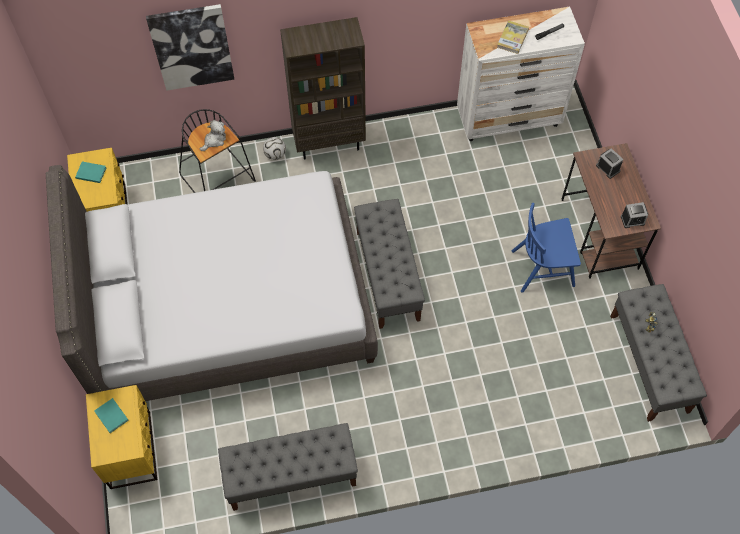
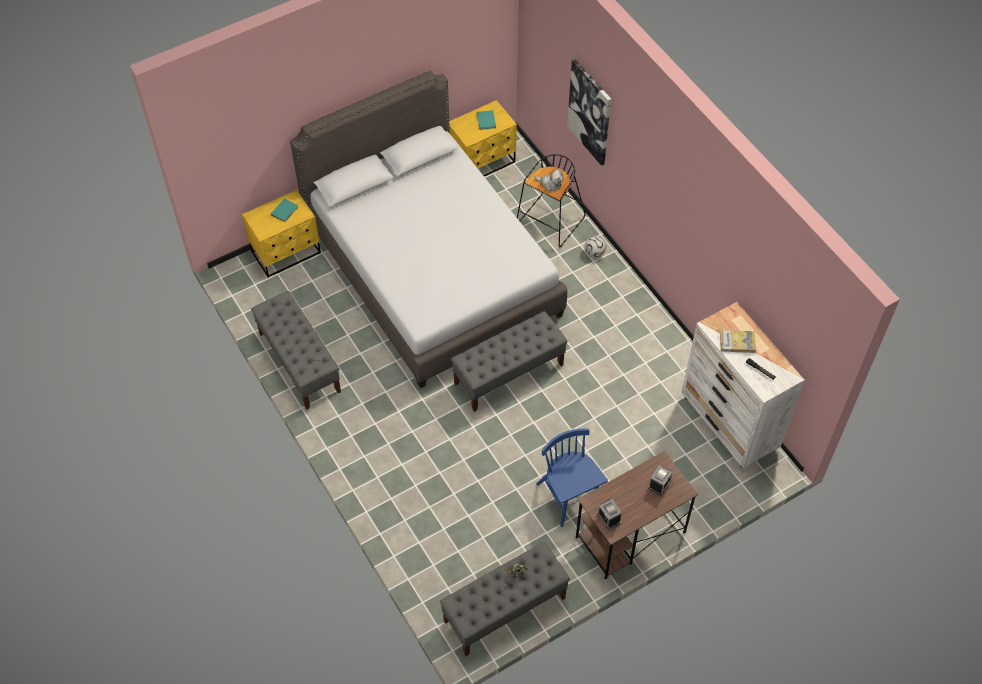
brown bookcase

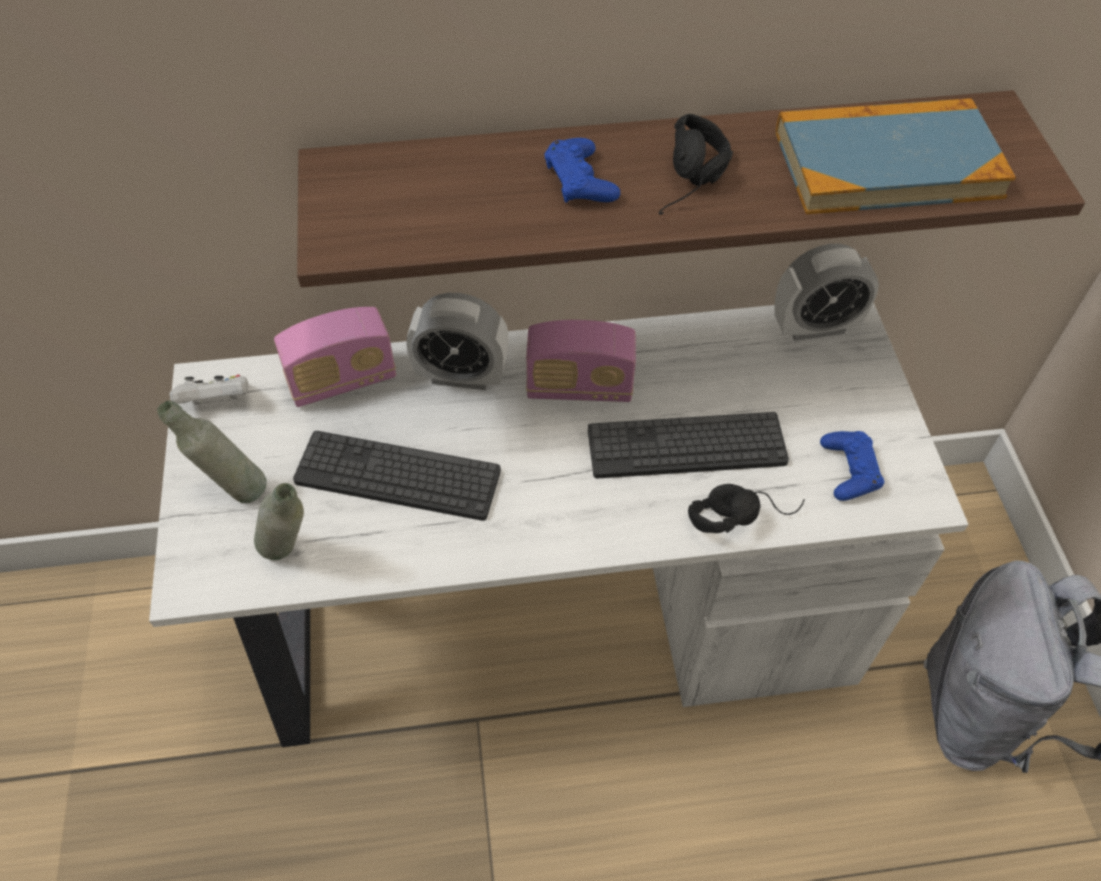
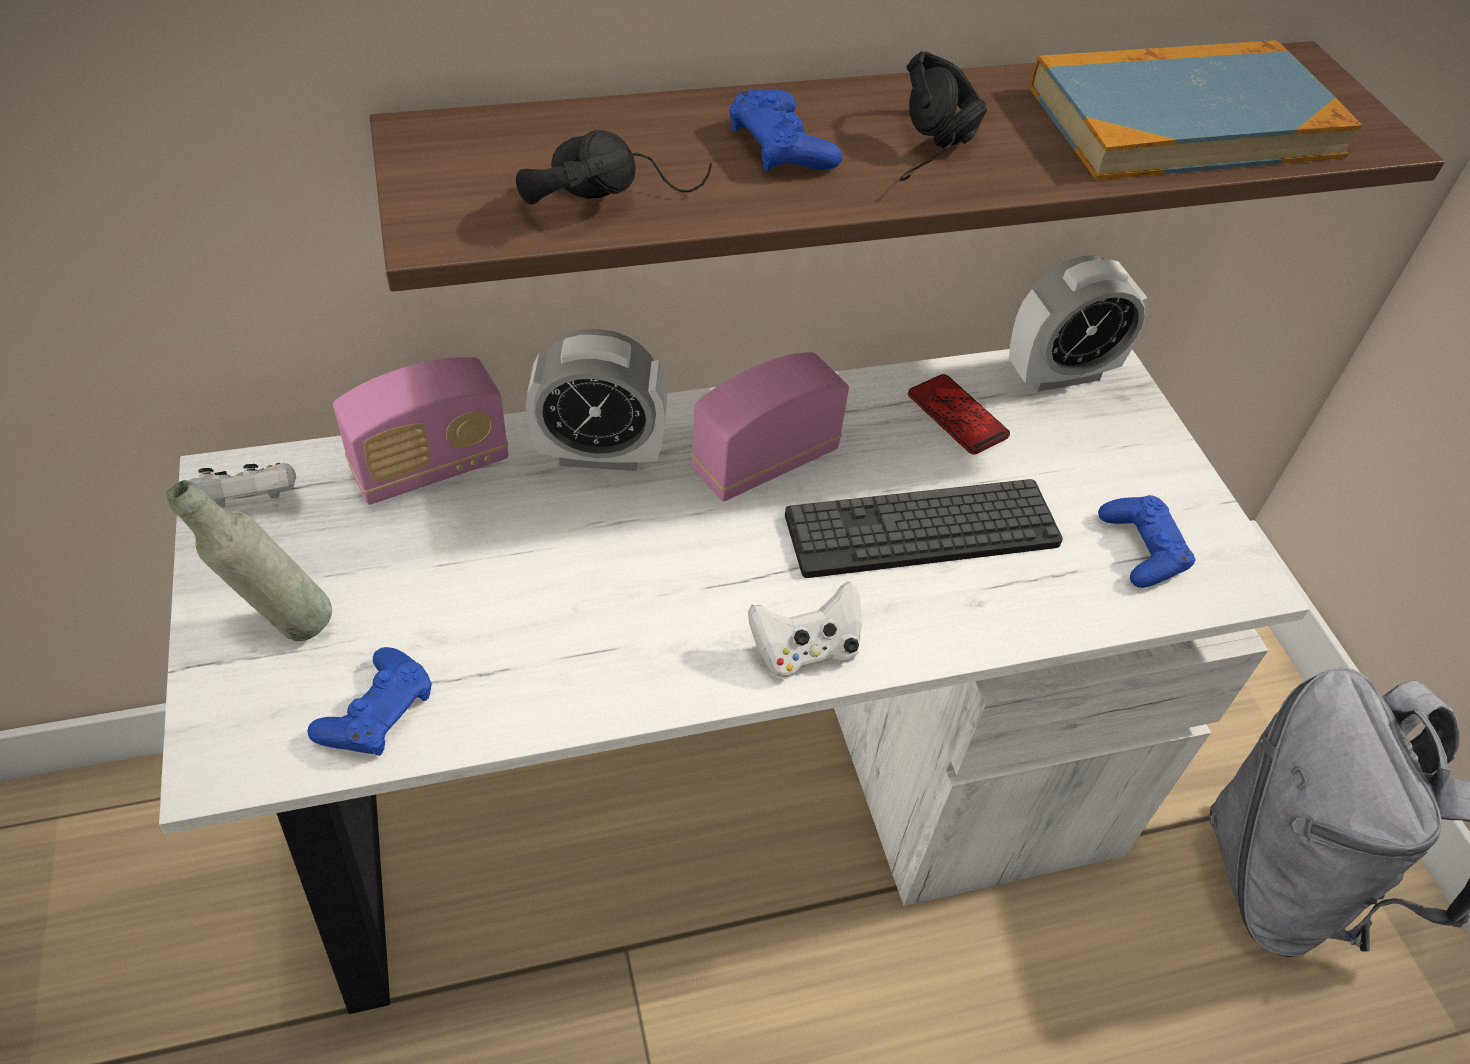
blue game controller (1st from left)
black headphones (1st from left)
radio (2nd from left)
white game controller (2nd from left)
phone
keyboard (1st from left in the first image)

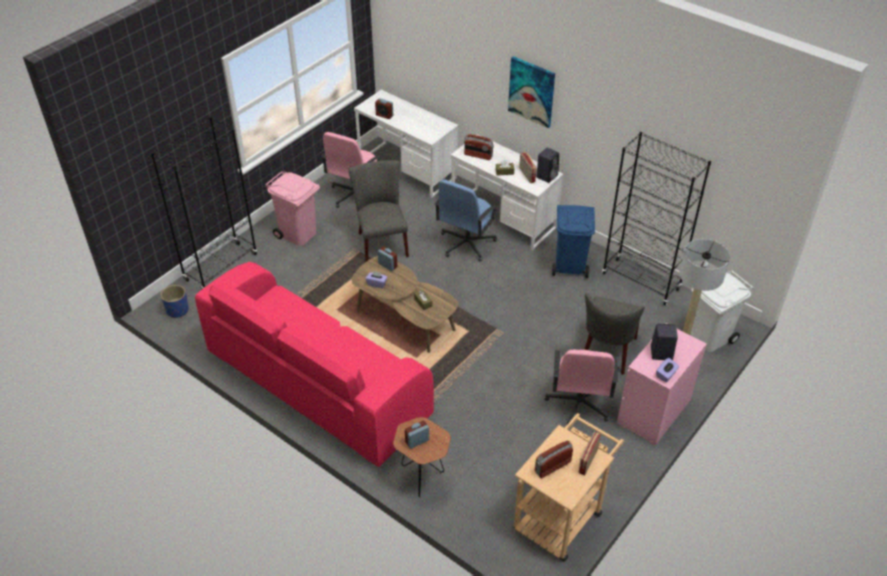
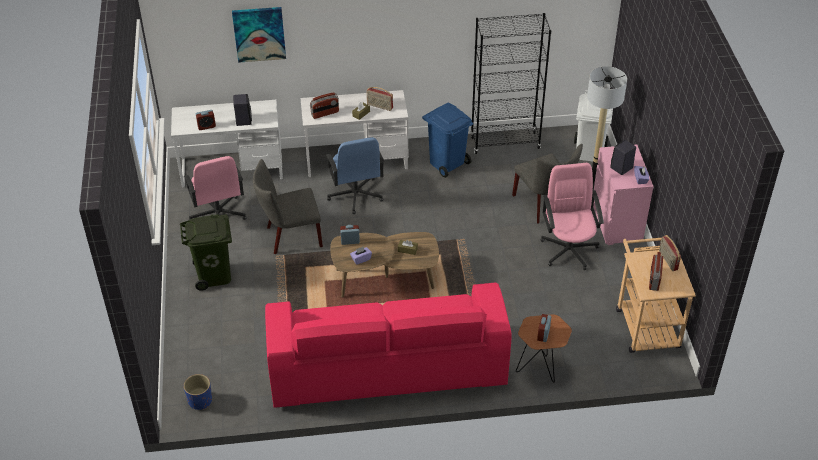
green trash can
picture
black speaker (1st from left)
grey chair (1st from left)
pink office chair (2nd from left)
black bookcase (1st from left in the first image)

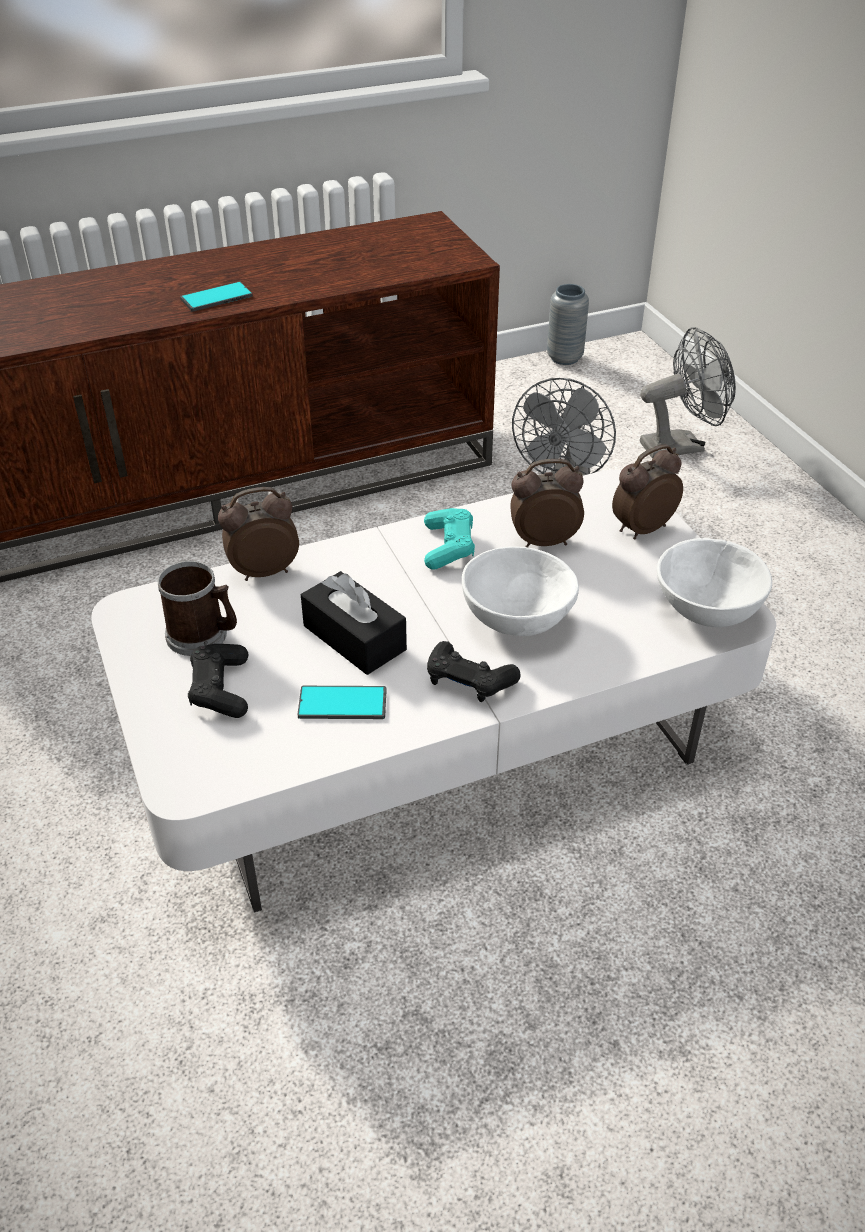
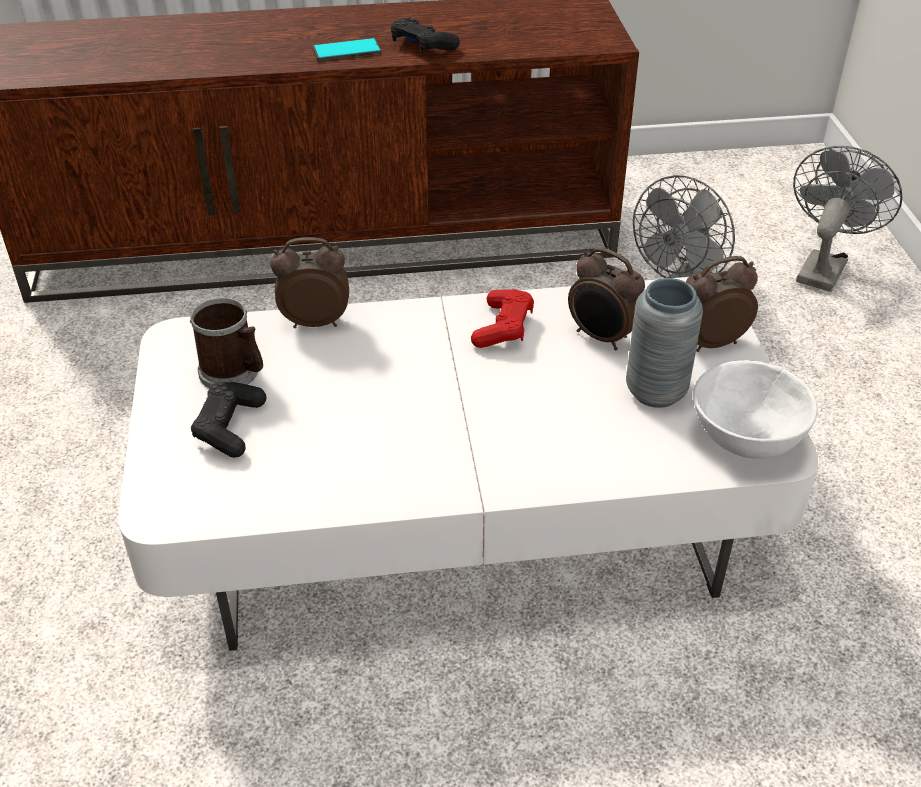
black game controller (2nd from left)
red game controller
alarm clock (2nd from left)
grey vase
grey fan (2nd from left)
phone (2nd from left in the first image)
black tissue box
white bowl (1st from left in the first image)

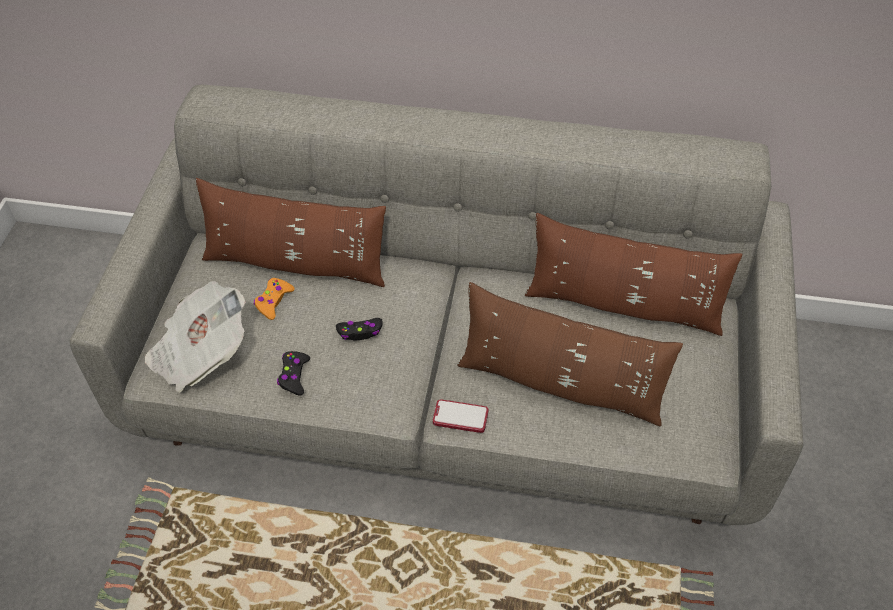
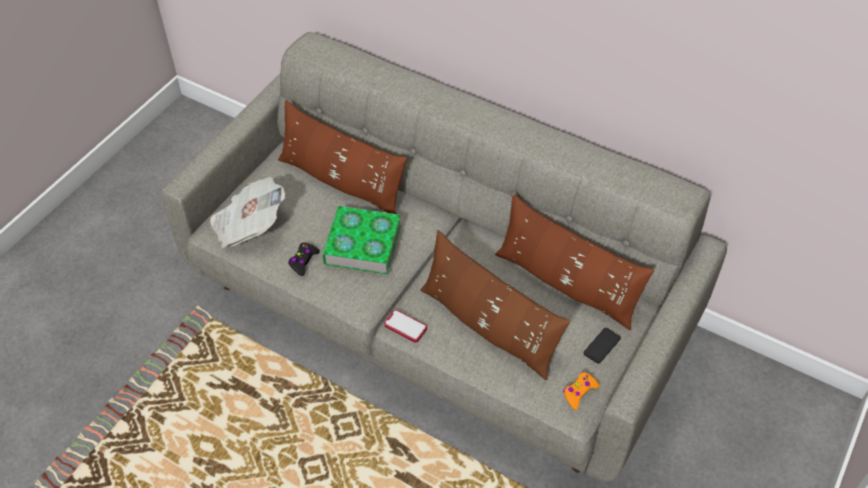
book
orange game controller
phone (2nd from left)

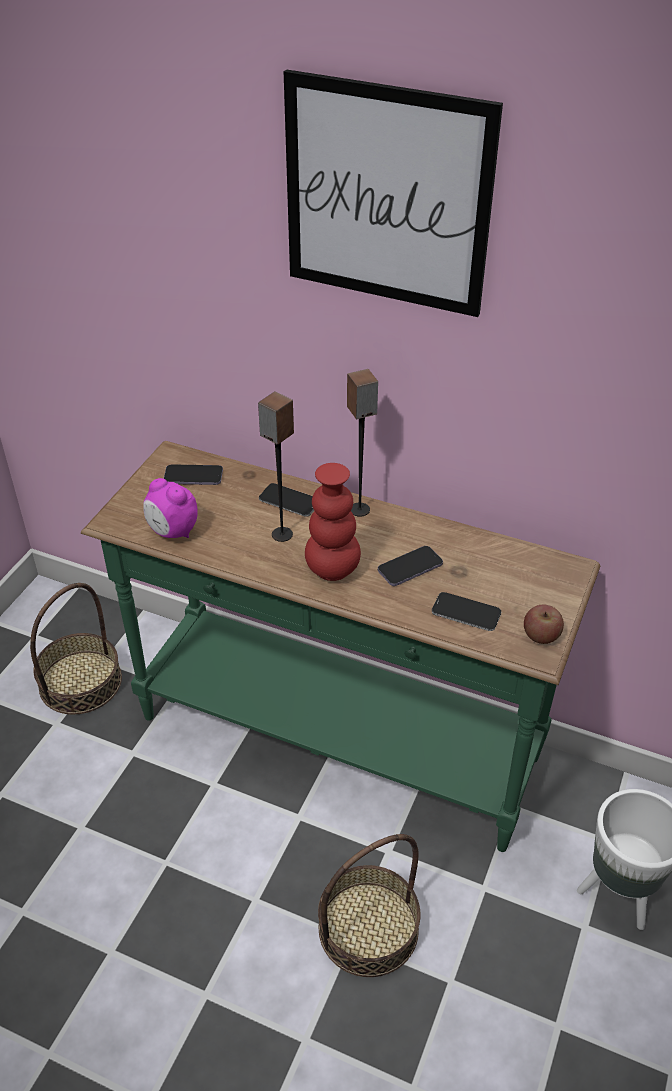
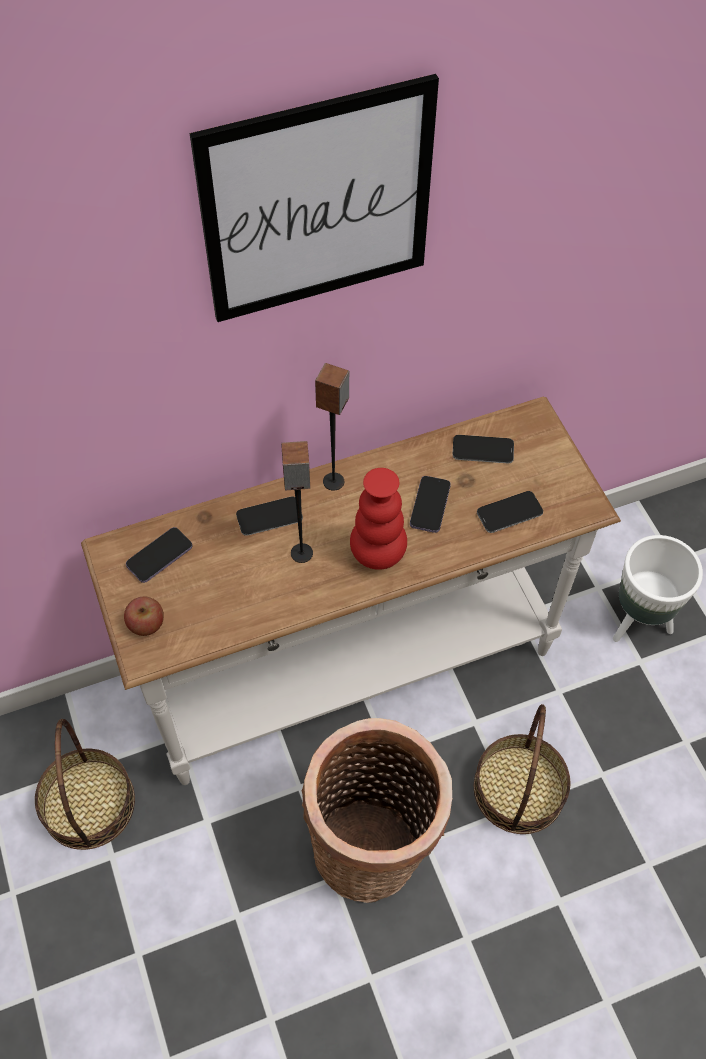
white console table
apple
basket (2nd from left)
phone (4th from left)
alarm clock

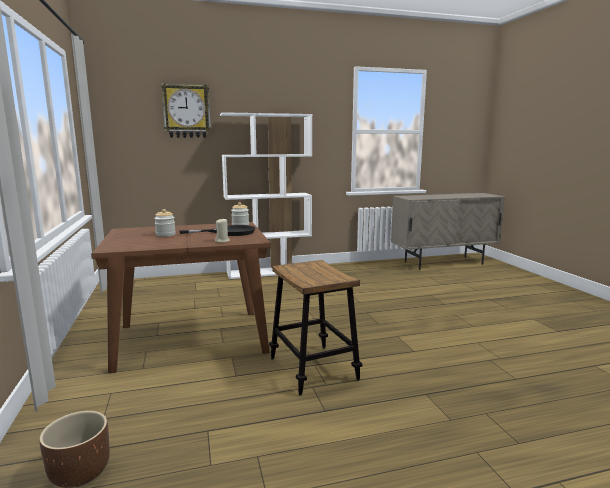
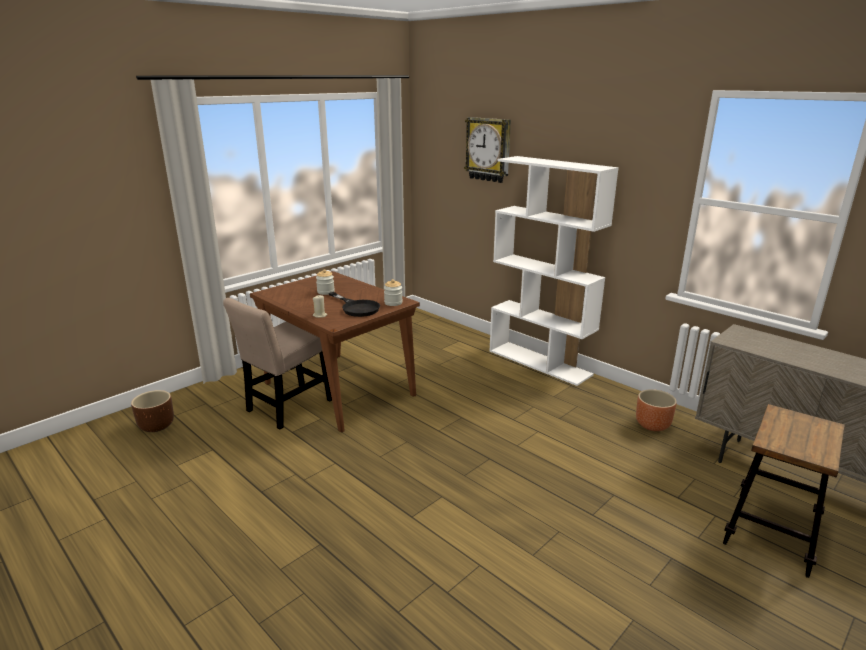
beige chair
brown planter (2nd from left)
stool

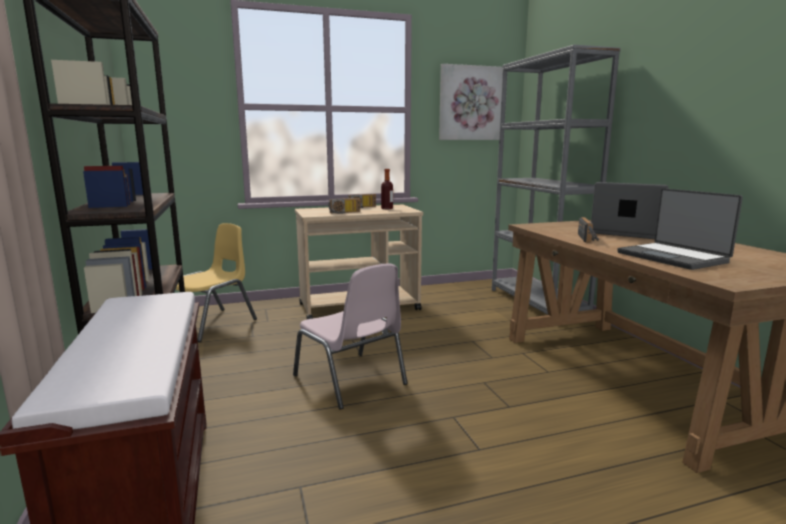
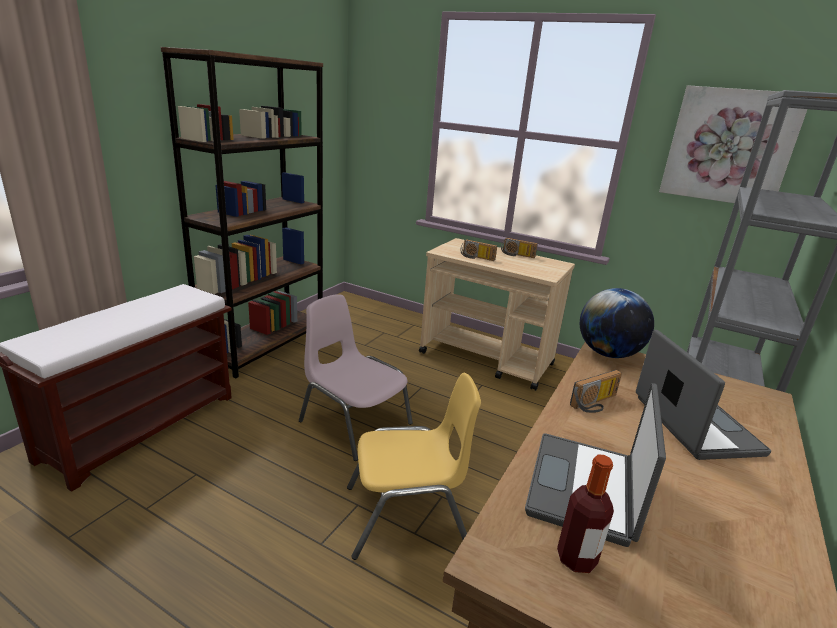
pink chair
yellow chair
bottle
globe

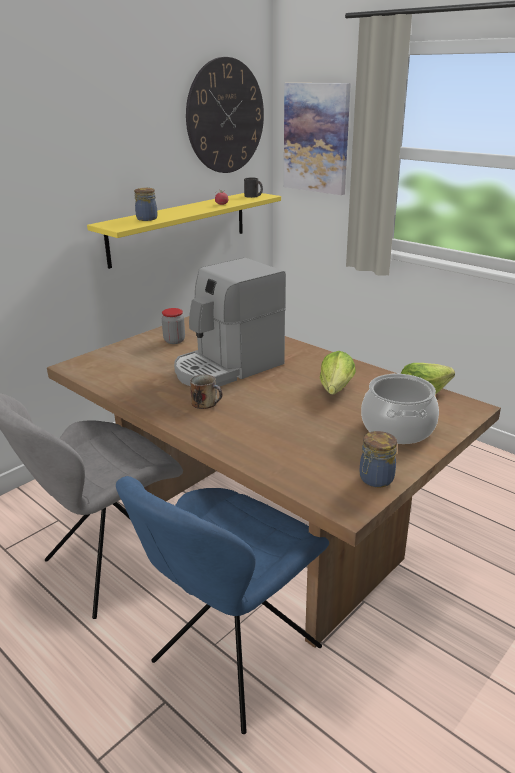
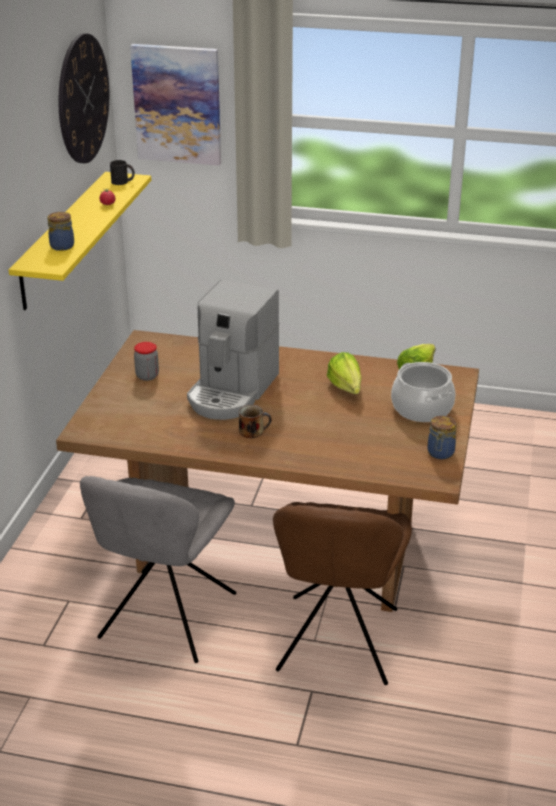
brown chair

